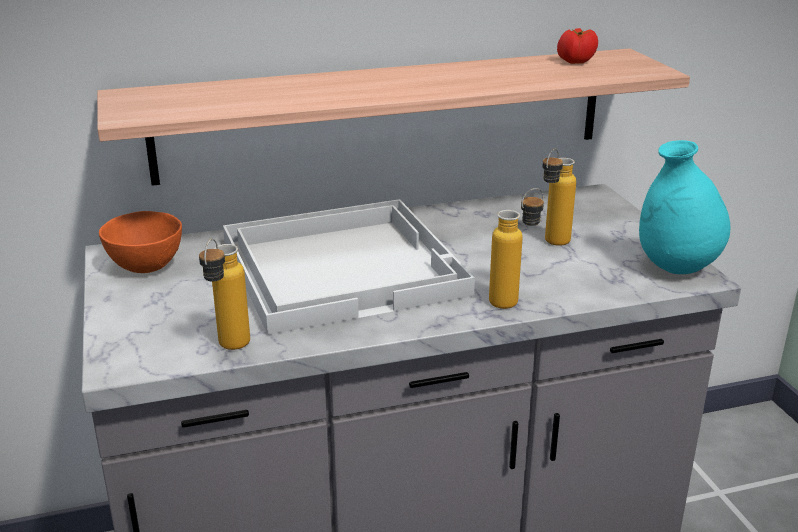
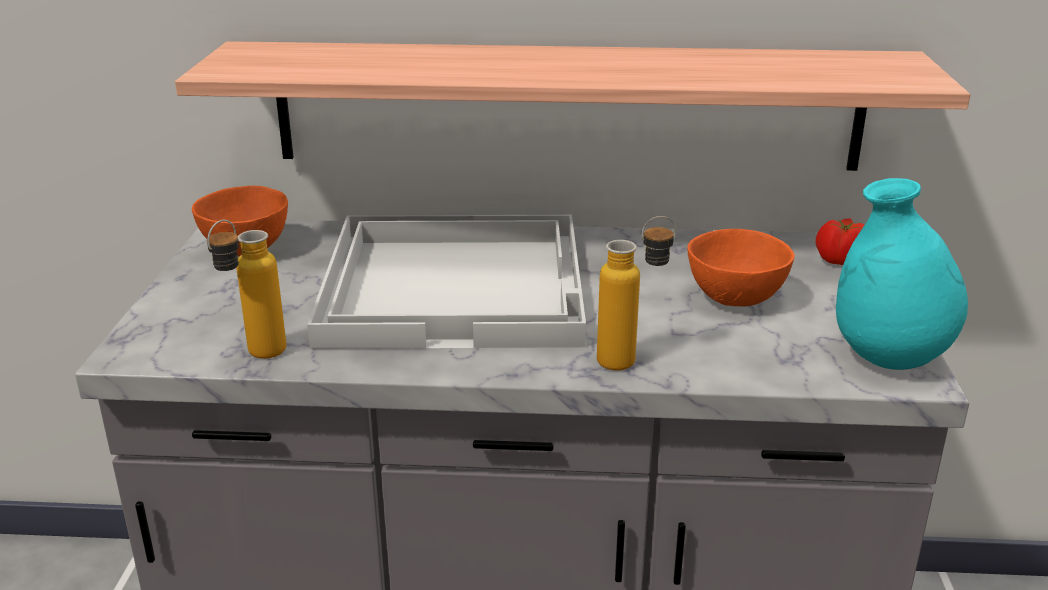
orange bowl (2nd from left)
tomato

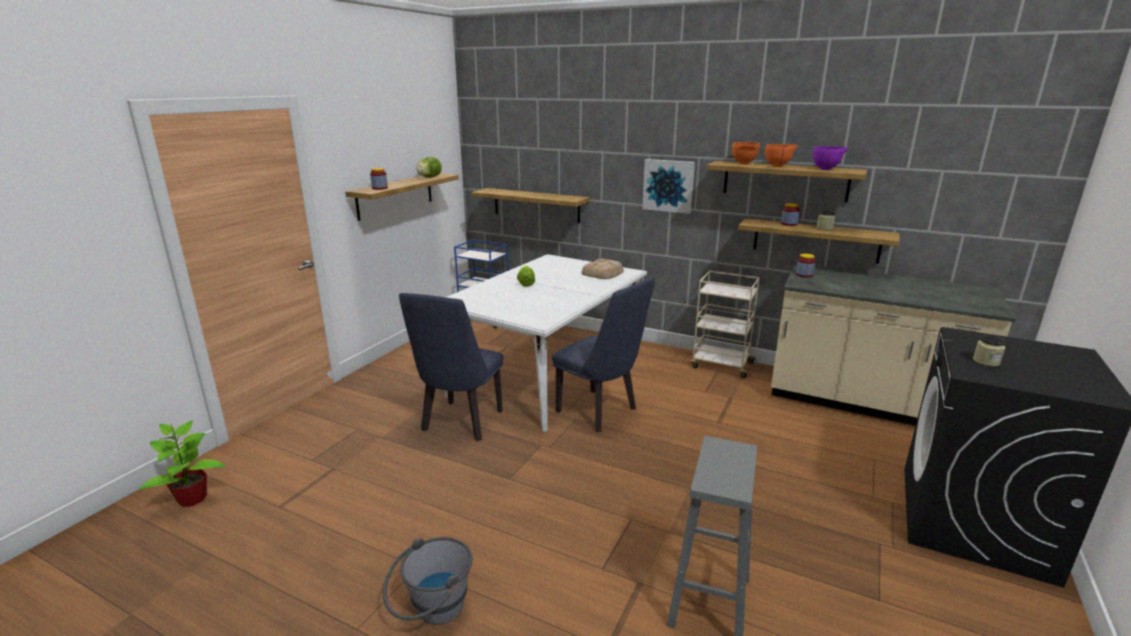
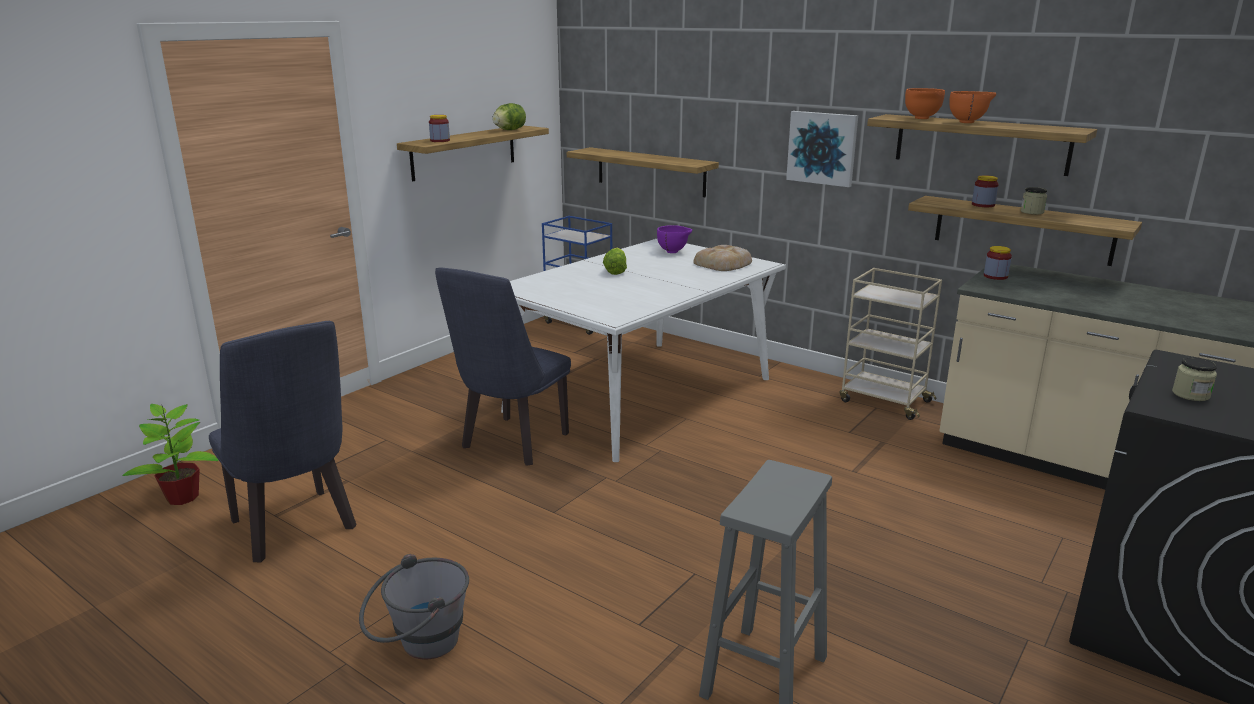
blue chair (1st from left)
purple bowl

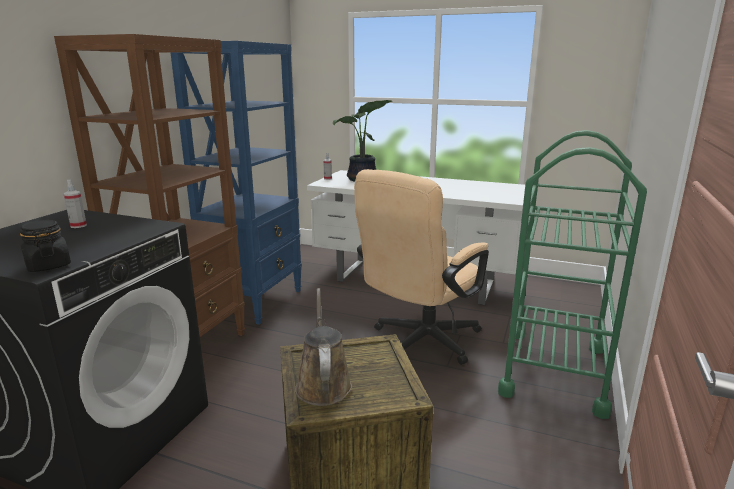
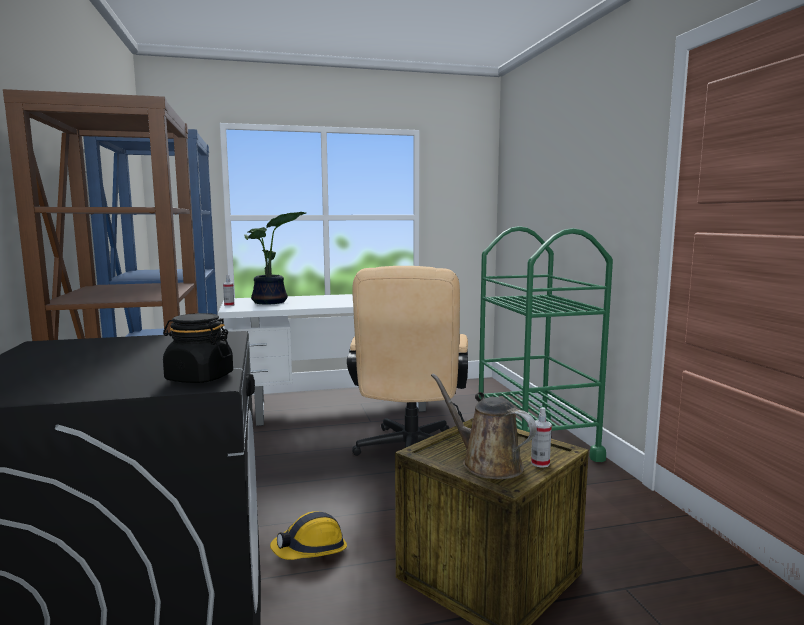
hard hat
spray bottle (2nd from left)

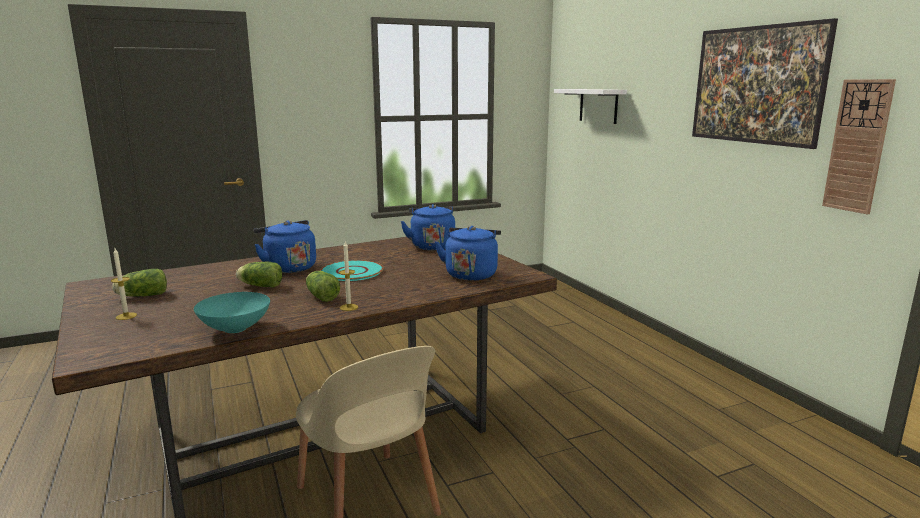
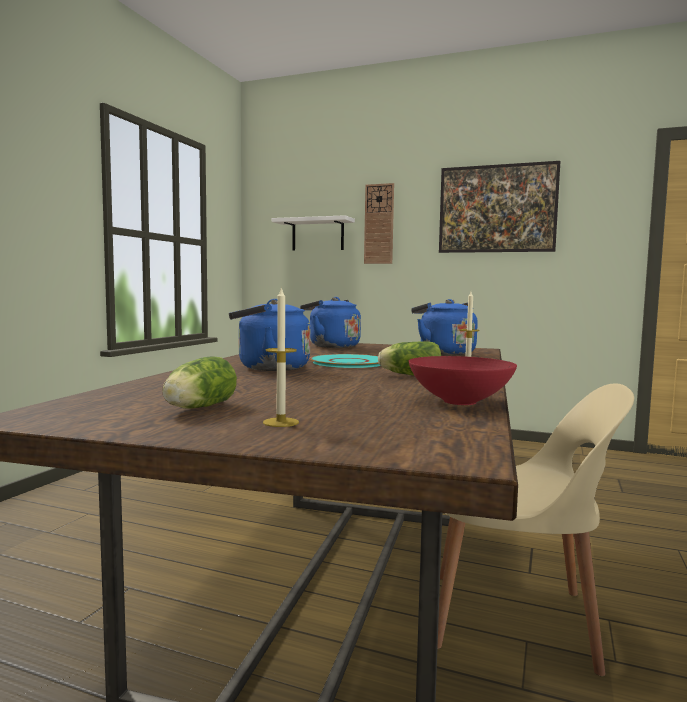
wall clock
red bowl
lettuce (2nd from left in the first image)

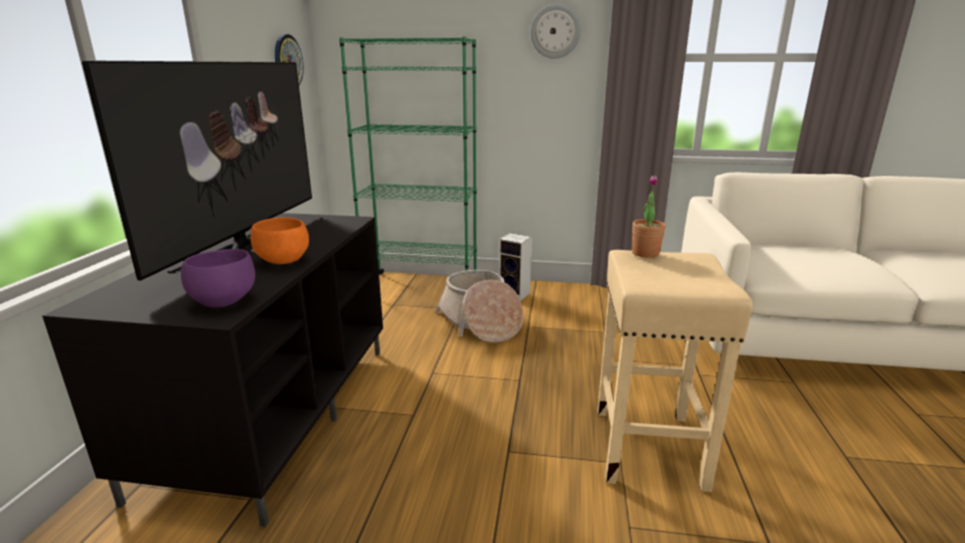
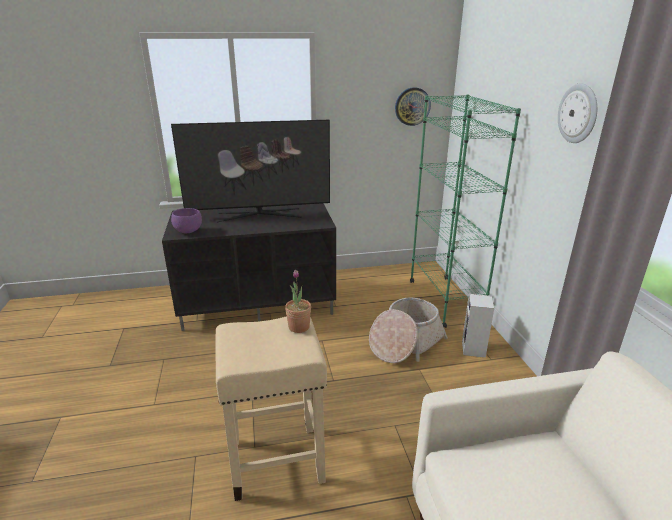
orange bowl

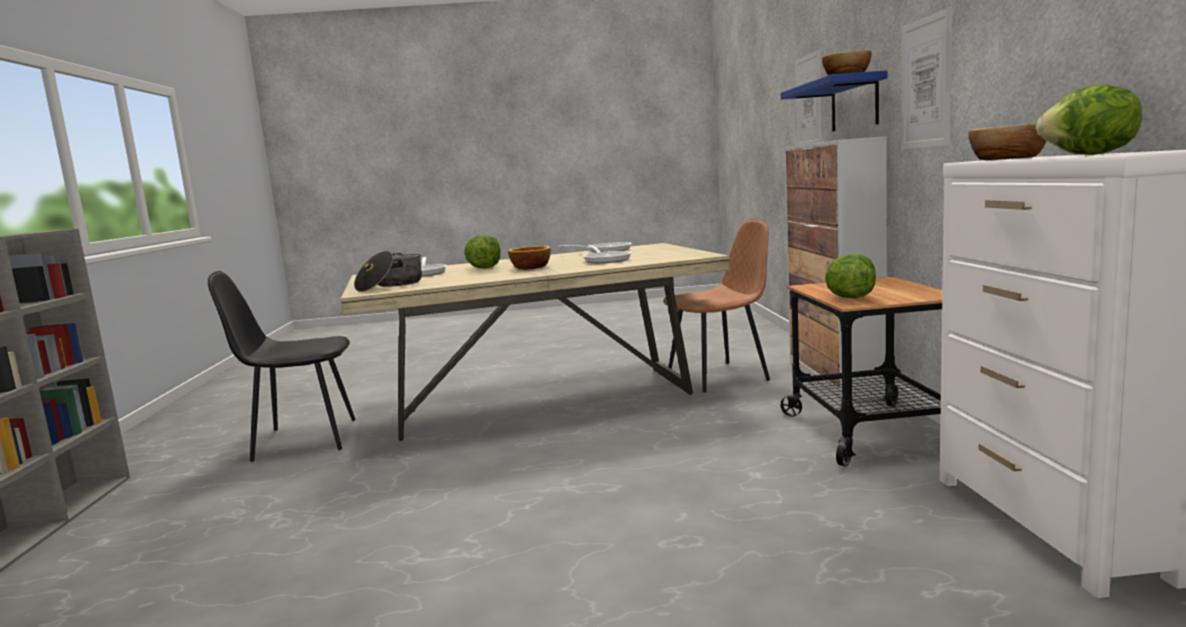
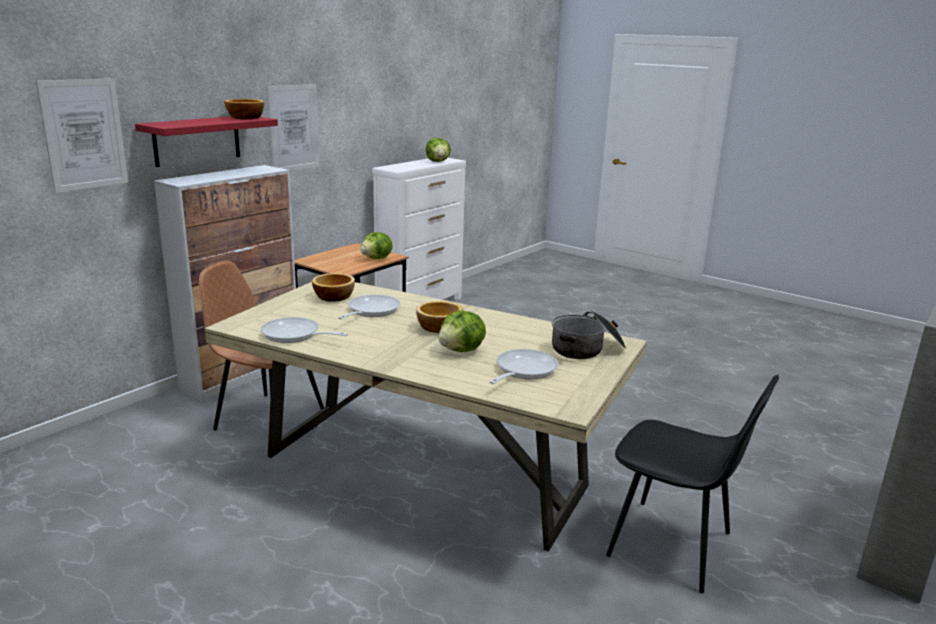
red shelf
bowl (2nd from left)

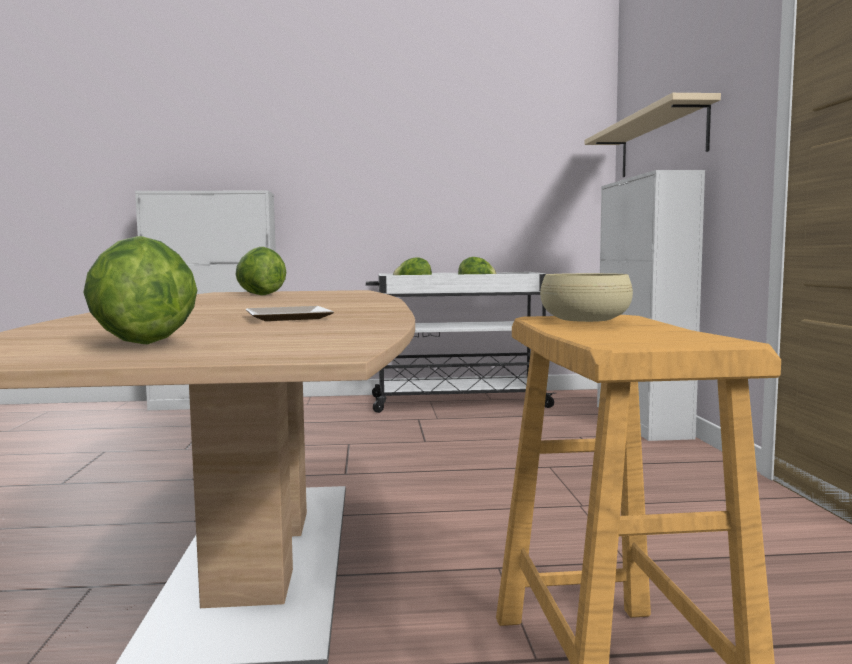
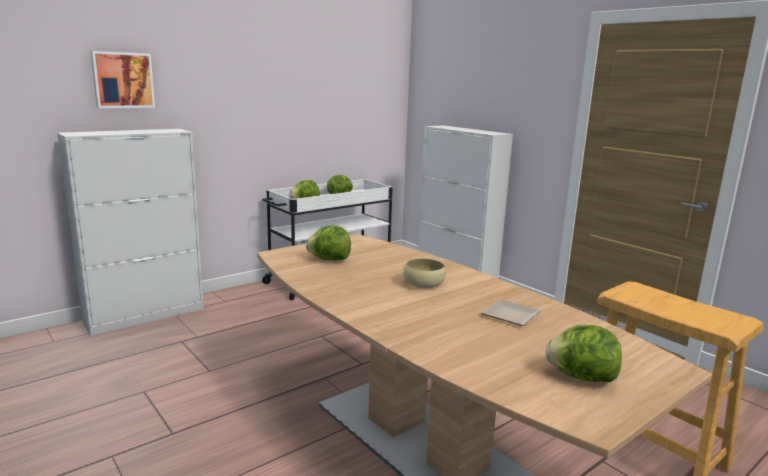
picture
beige bowl
beige shelf

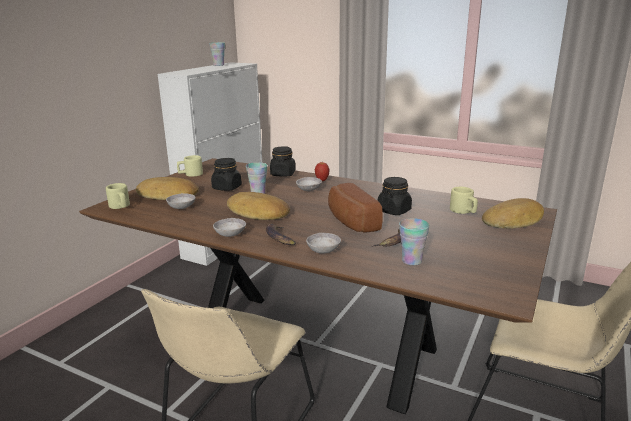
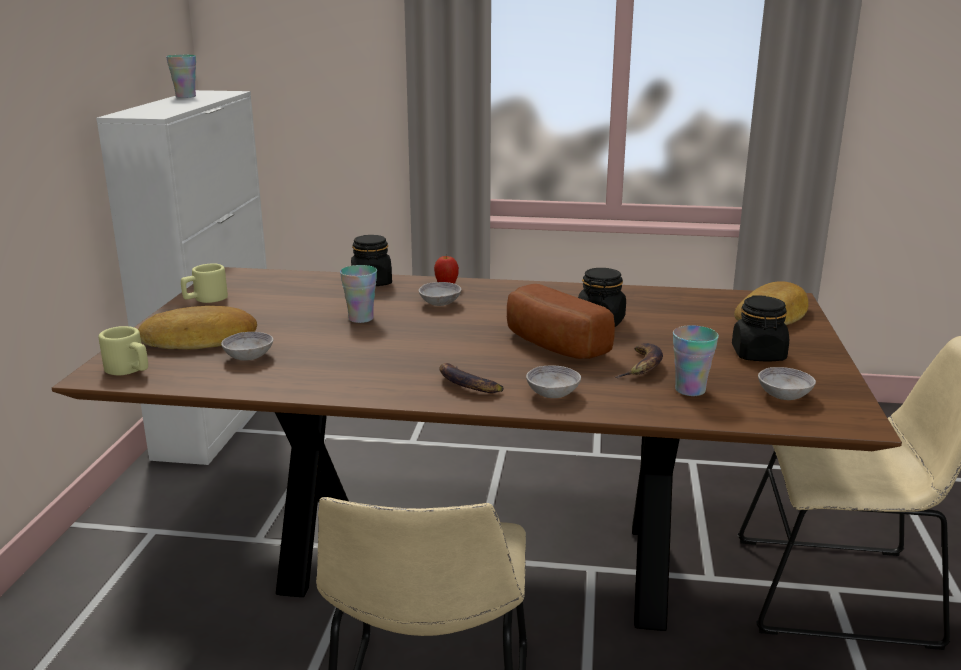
black jar (3rd from left)
grey bowl (4th from left)
bread (2nd from left in the first image)
beige mug (3rd from left in the first image)

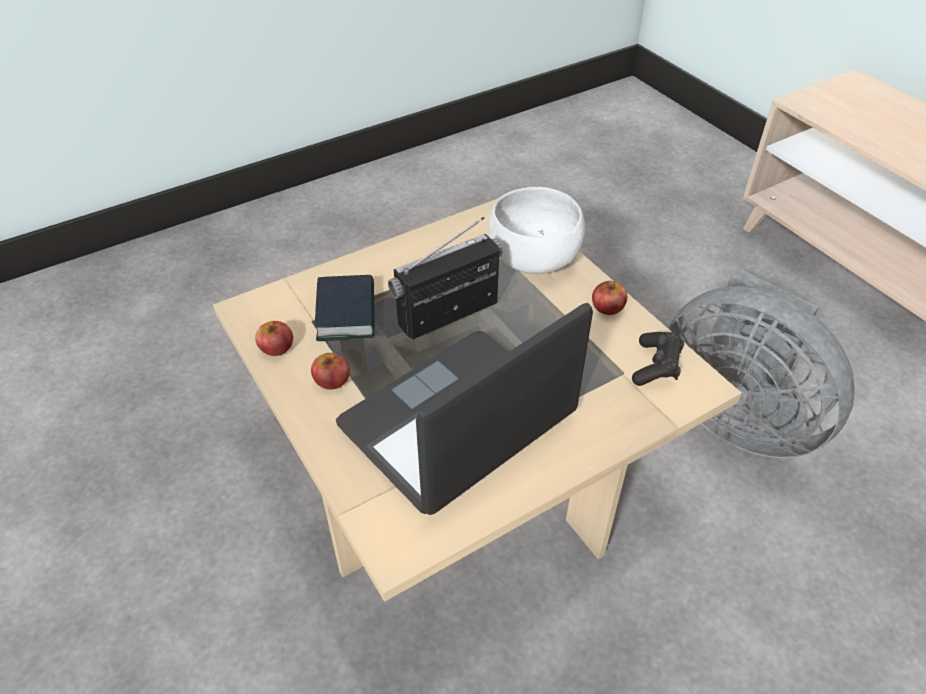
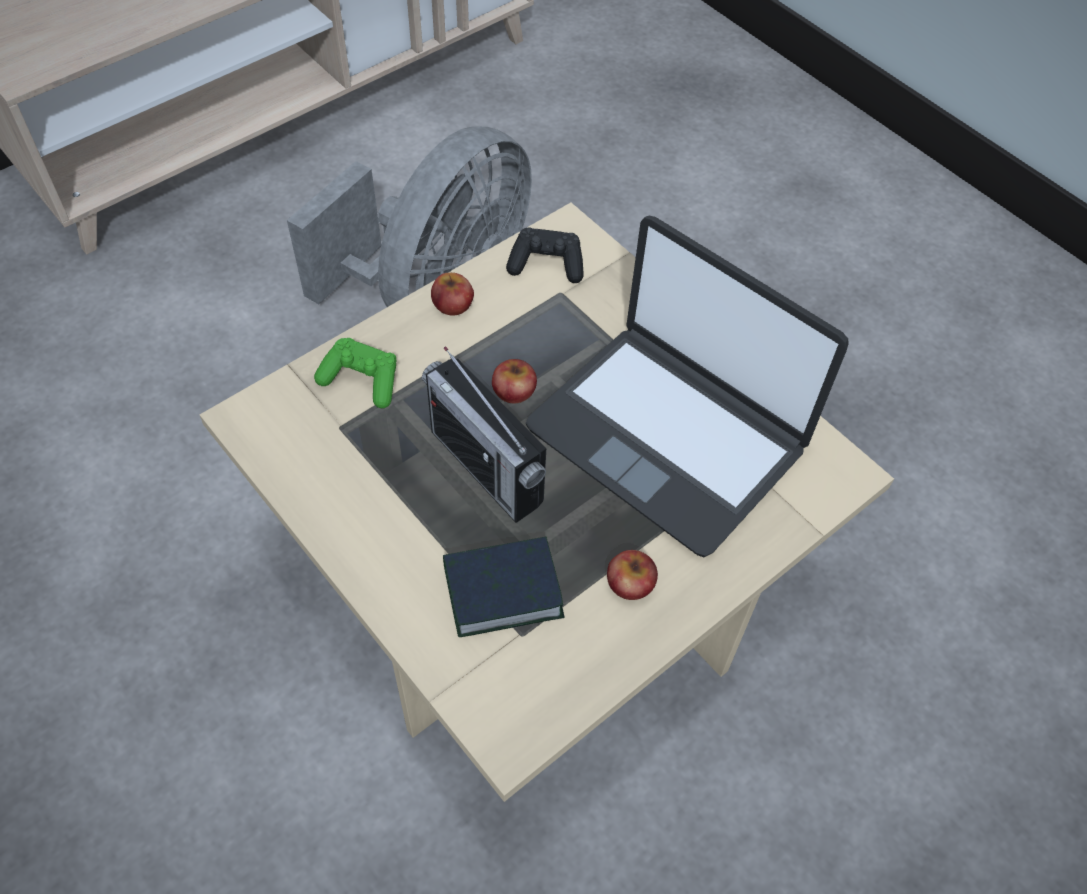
green game controller
apple (2nd from left)

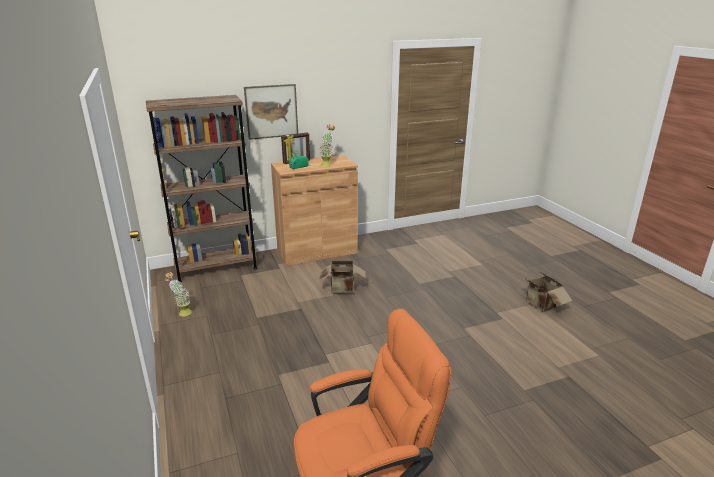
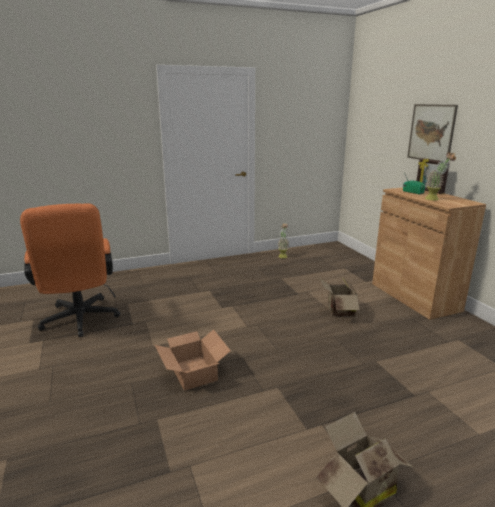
cardboard box (1st from left)
brown bookcase

